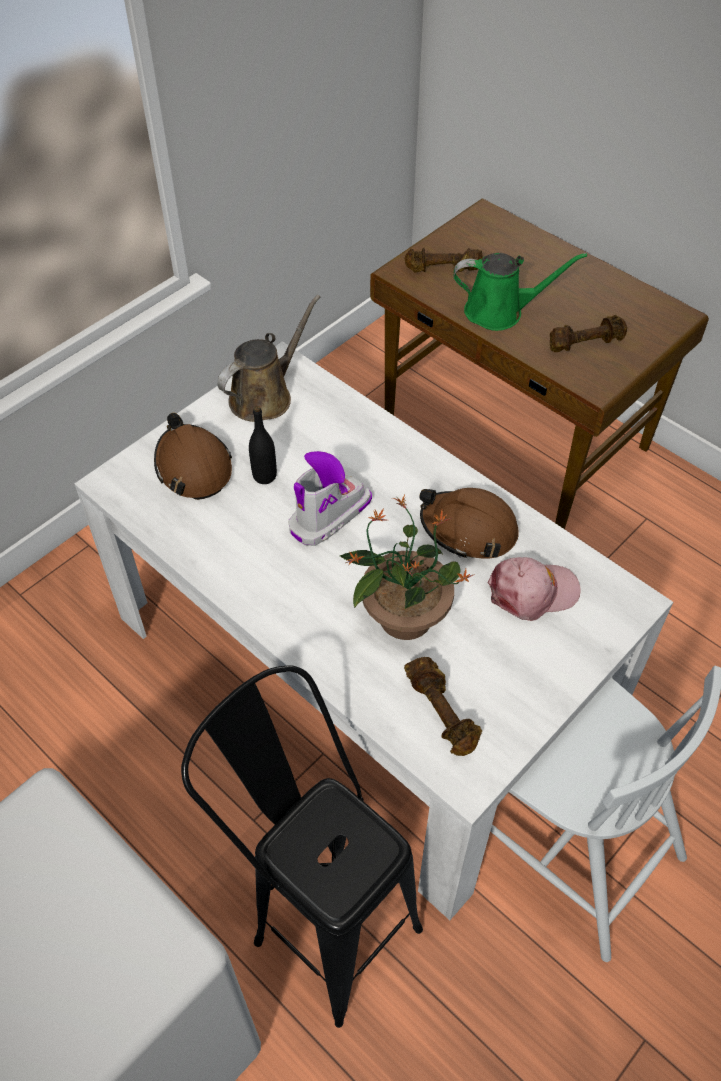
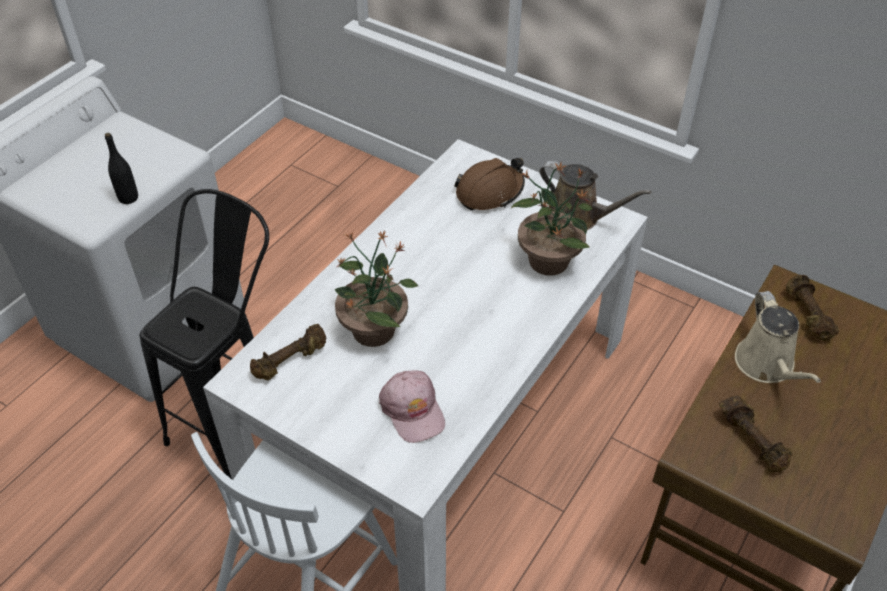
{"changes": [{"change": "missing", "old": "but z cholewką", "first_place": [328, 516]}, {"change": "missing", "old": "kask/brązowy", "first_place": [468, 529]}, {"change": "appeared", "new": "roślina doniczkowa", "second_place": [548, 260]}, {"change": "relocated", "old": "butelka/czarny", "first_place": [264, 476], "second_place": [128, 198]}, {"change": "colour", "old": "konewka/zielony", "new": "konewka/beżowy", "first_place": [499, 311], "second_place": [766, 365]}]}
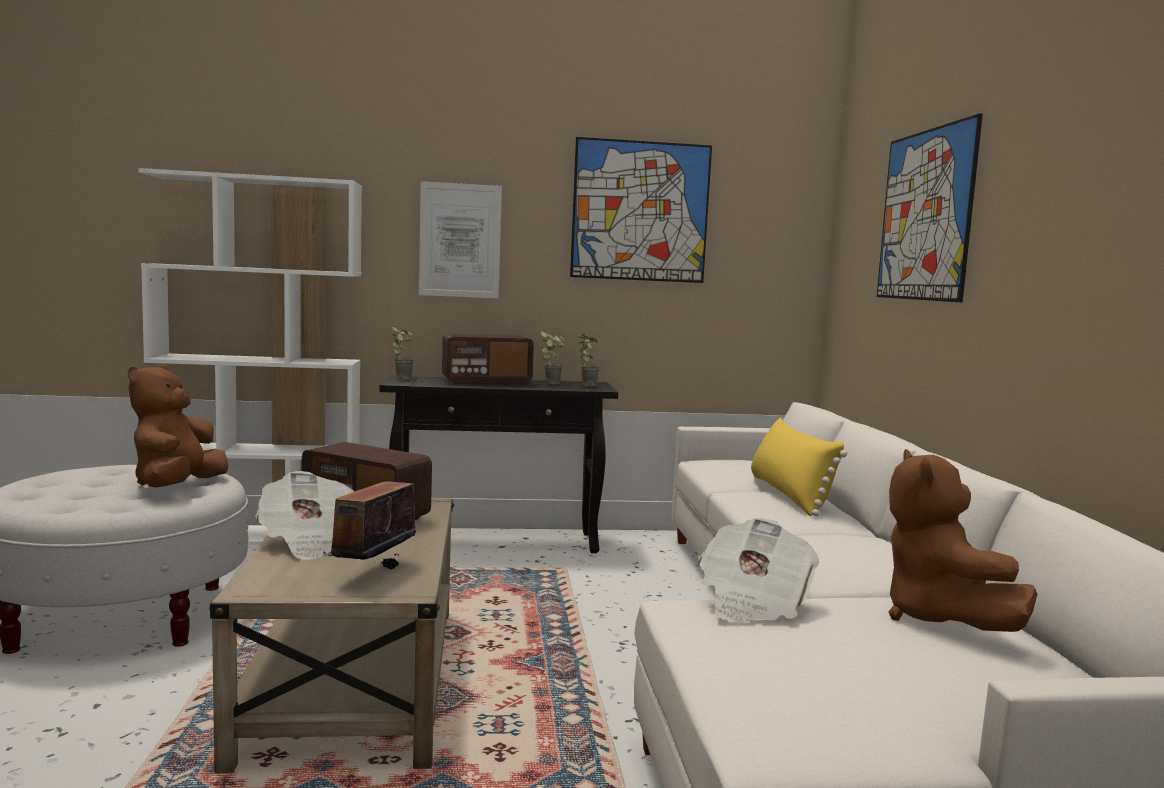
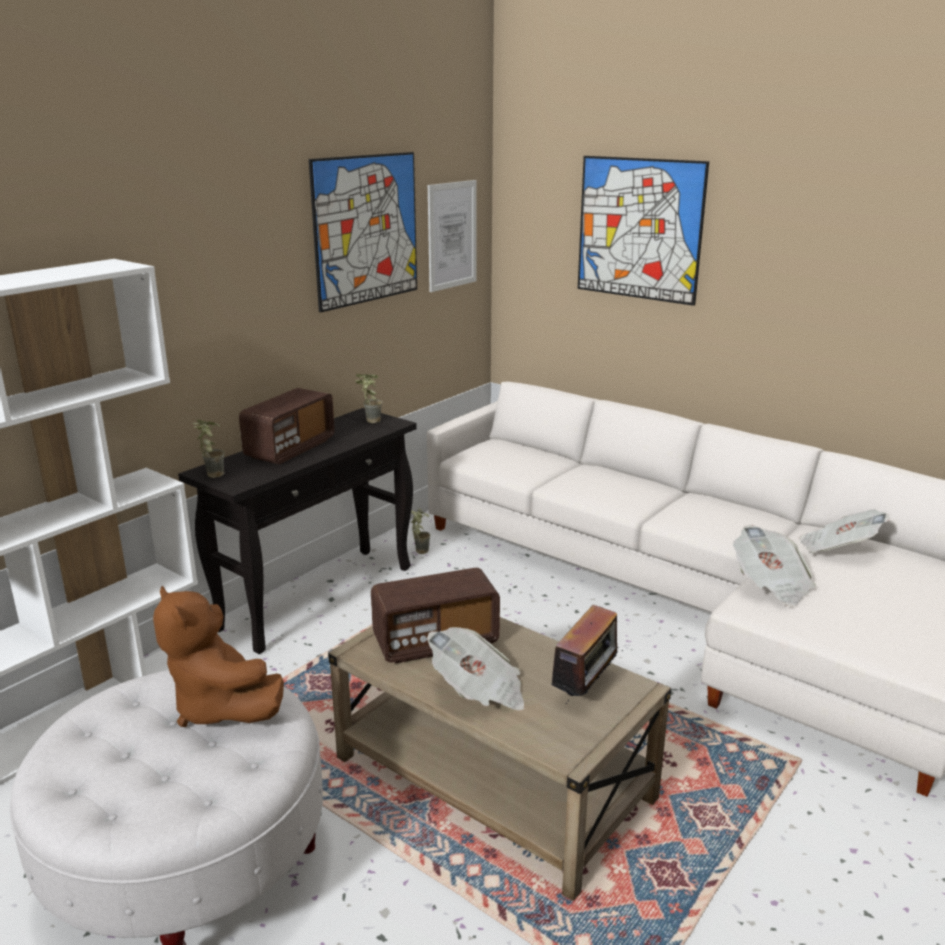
{"changes": [{"change": "missing", "old": "poduszka/żółty", "first_place": [789, 495]}, {"change": "relocated", "old": "obraz", "first_place": [460, 240], "second_place": [452, 235]}, {"change": "relocated", "old": "roślina doniczkowa", "first_place": [553, 383], "second_place": [419, 550]}, {"change": "exchanged", "old": "pluszak/brązowy", "new": "gazeta", "first_place": [939, 619], "second_place": [837, 549]}, {"change": "spun", "old": "radio", "first_place": [372, 573], "second_place": [585, 690], "degrees": -120}]}
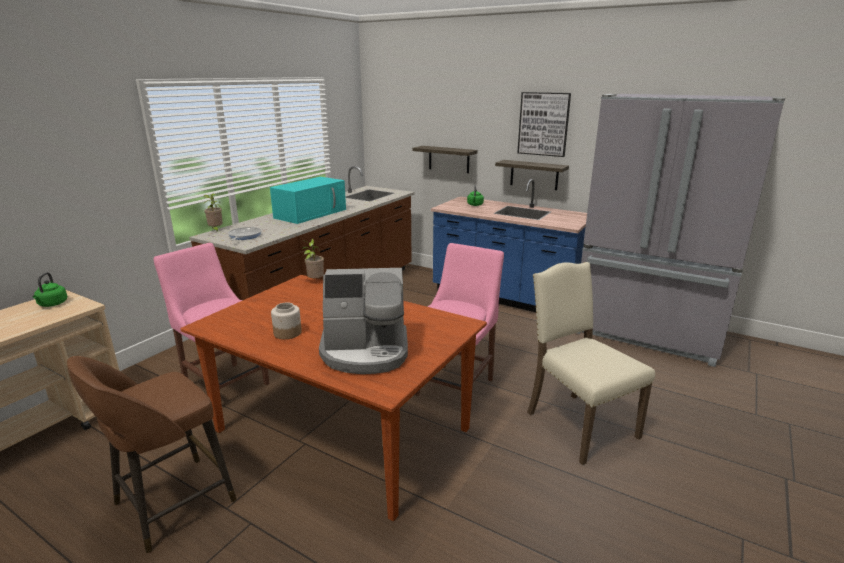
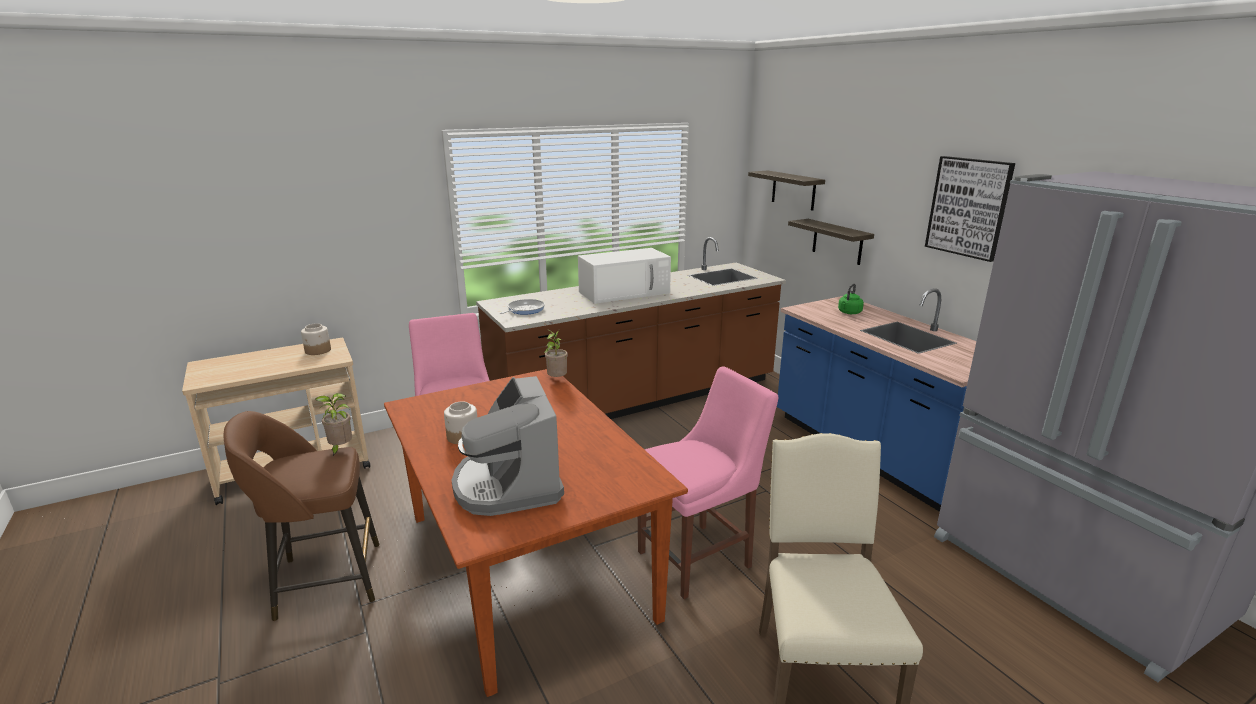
{"changes": [{"change": "relocated", "old": "roślina doniczkowa", "first_place": [216, 230], "second_place": [340, 449]}, {"change": "relocated", "old": "półka", "first_place": [534, 175], "second_place": [793, 190]}, {"change": "exchanged", "old": "czajnik/zielony", "new": "słoik", "first_place": [52, 304], "second_place": [318, 350]}, {"change": "colour", "old": "mikrofalówka/turkusowy", "new": "mikrofalówka/biały", "first_place": [311, 213], "second_place": [625, 292]}, {"change": "spun", "old": "ekspres do kawy", "first_place": [365, 352], "second_place": [508, 484], "degrees": 45}]}
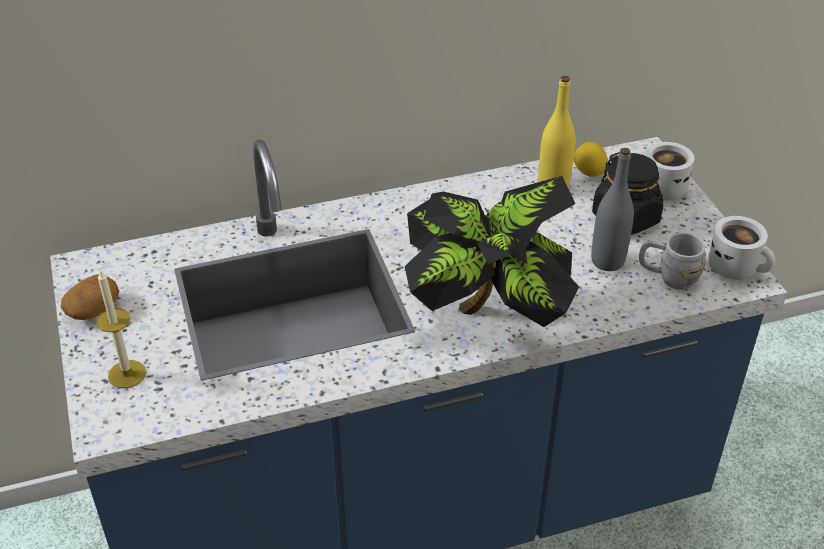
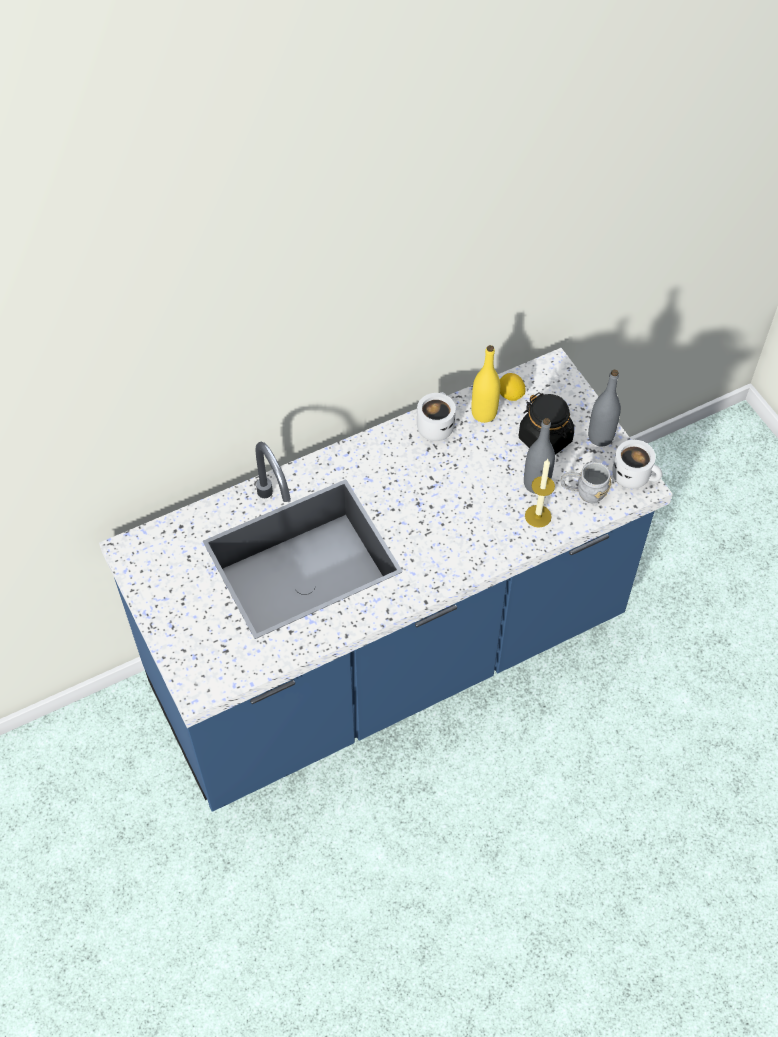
{"changes": [{"change": "missing", "old": "ziemniak", "first_place": [93, 310]}, {"change": "missing", "old": "roślina doniczkowa", "first_place": [489, 314]}, {"change": "appeared", "new": "butelka/szary", "second_place": [600, 437]}, {"change": "relocated", "old": "świeca", "first_place": [127, 374], "second_place": [538, 516]}, {"change": "relocated", "old": "kubek/biały", "first_place": [662, 186], "second_place": [434, 425]}]}
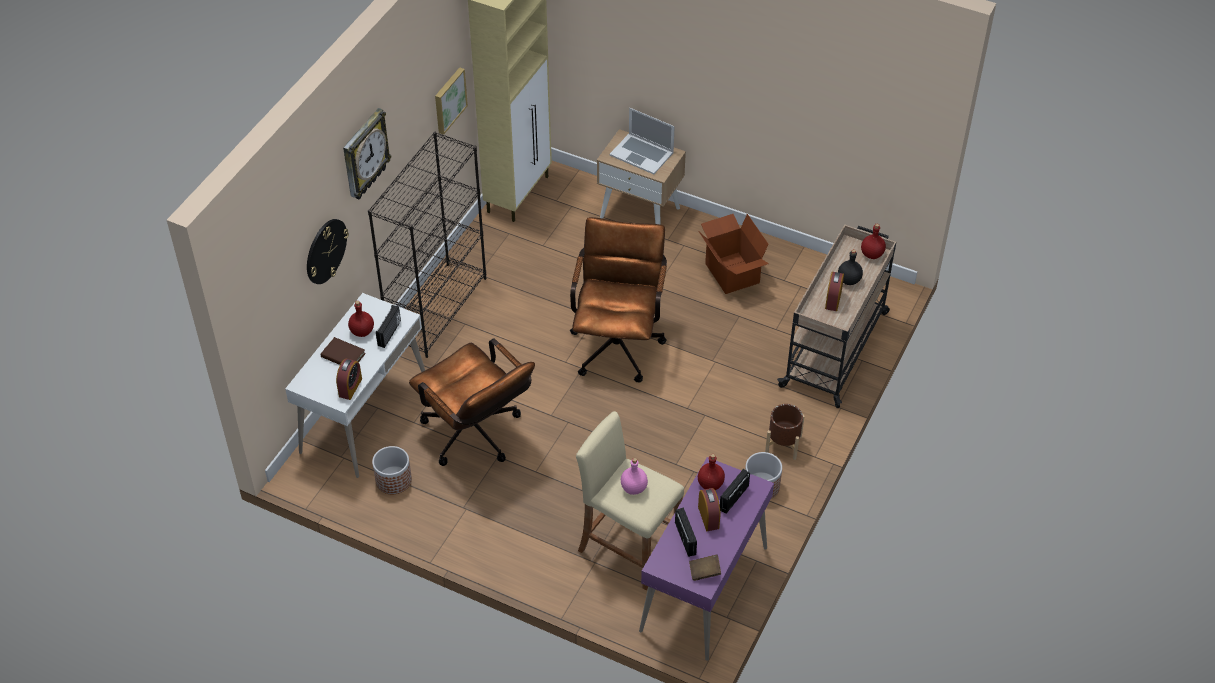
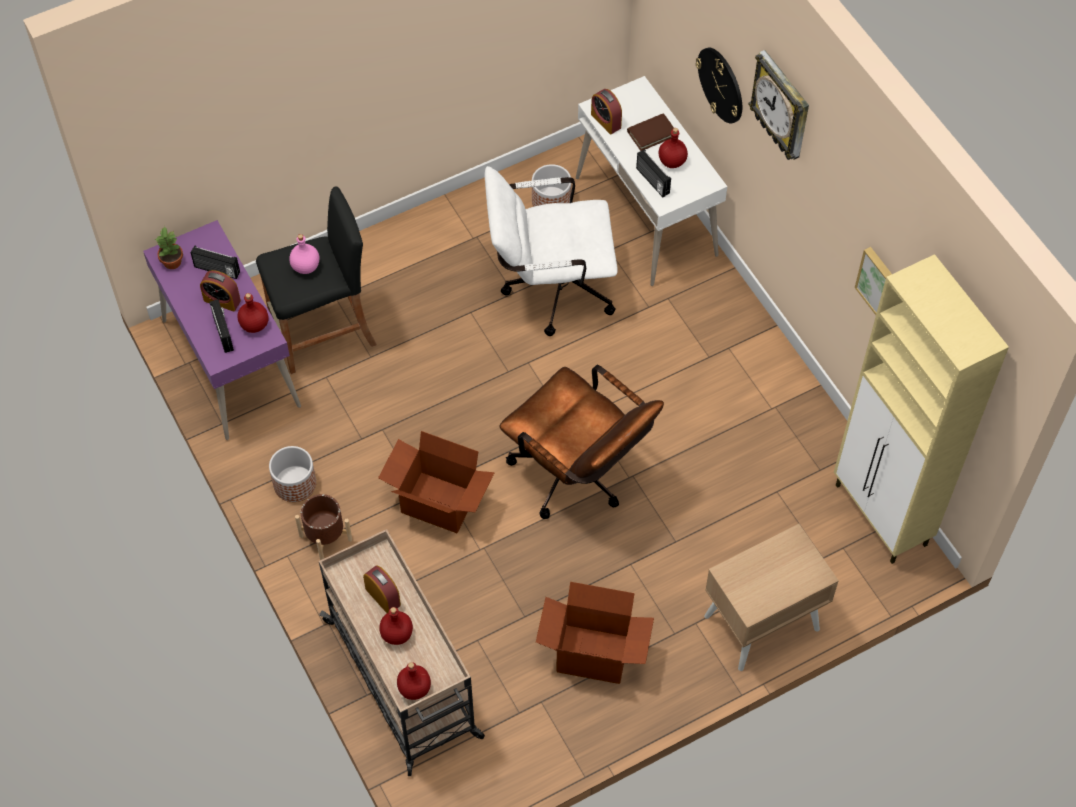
{"changes": [{"change": "missing", "old": "regał/czarny", "first_place": [437, 309]}, {"change": "missing", "old": "laptop", "first_place": [642, 153]}, {"change": "appeared", "new": "karton", "second_place": [438, 503]}, {"change": "exchanged", "old": "książka/brązowy", "new": "roślina doniczkowa", "first_place": [704, 572], "second_place": [172, 262]}, {"change": "colour", "old": "krzesło biurowe/brązowy", "new": "krzesło biurowe/biały", "first_place": [476, 437], "second_place": [550, 288]}, {"change": "colour", "old": "stołek/beżowy", "new": "stołek/czarny", "first_place": [629, 548], "second_place": [323, 333]}, {"change": "colour", "old": "butelka/czarny", "new": "butelka/czerwony", "first_place": [849, 280], "second_place": [396, 634]}]}
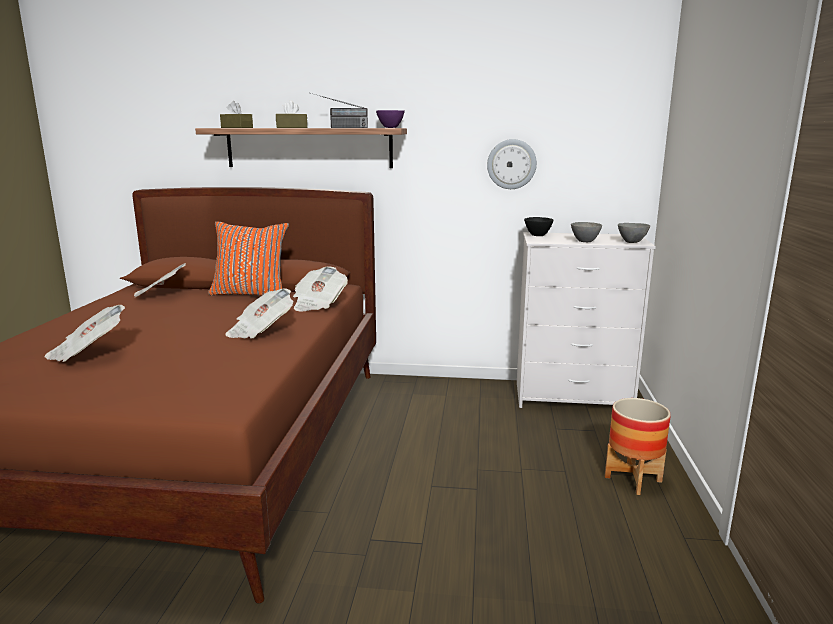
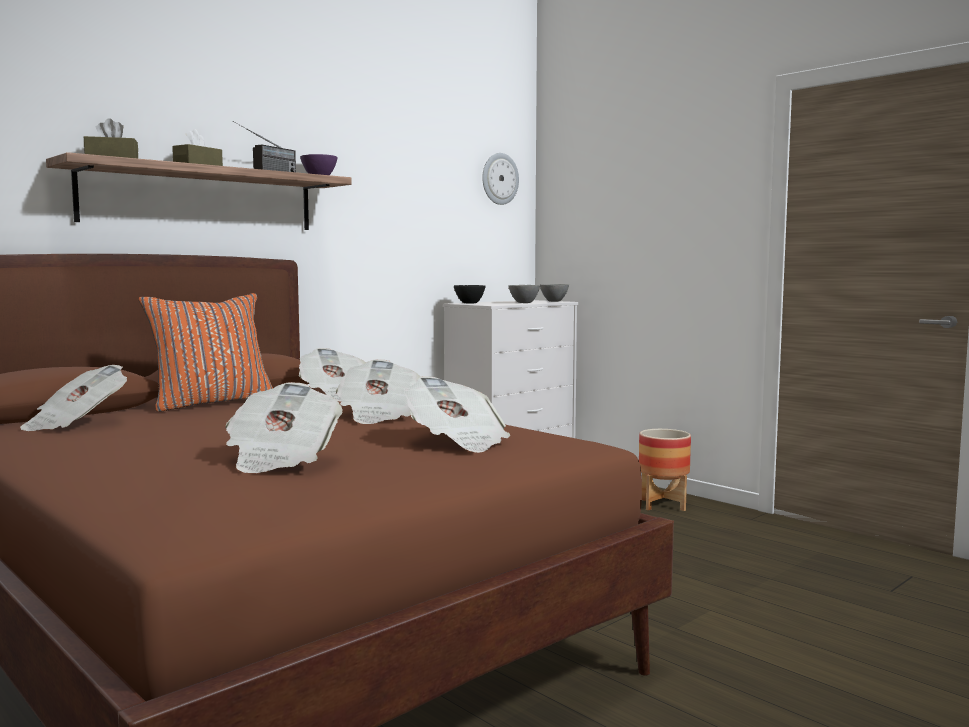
{"changes": [{"change": "appeared", "new": "gazeta", "second_place": [457, 442]}, {"change": "relocated", "old": "zegar ścienny", "first_place": [511, 164], "second_place": [499, 179]}]}
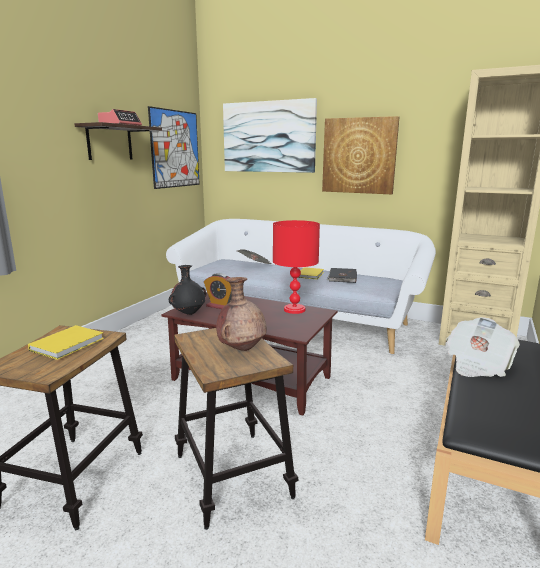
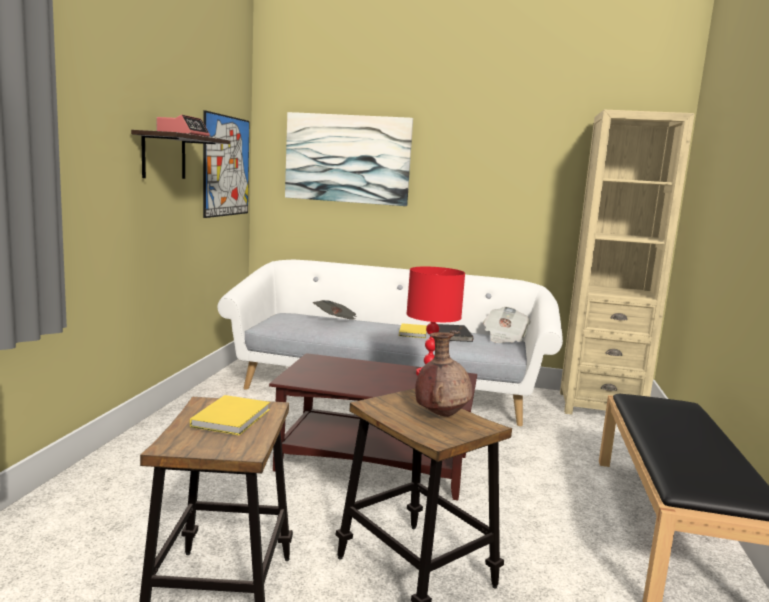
{"changes": [{"change": "missing", "old": "wazon/czarny", "first_place": [189, 313]}, {"change": "missing", "old": "budzik", "first_place": [220, 306]}, {"change": "missing", "old": "obraz", "first_place": [359, 156]}, {"change": "relocated", "old": "gazeta", "first_place": [477, 364], "second_place": [504, 338]}]}
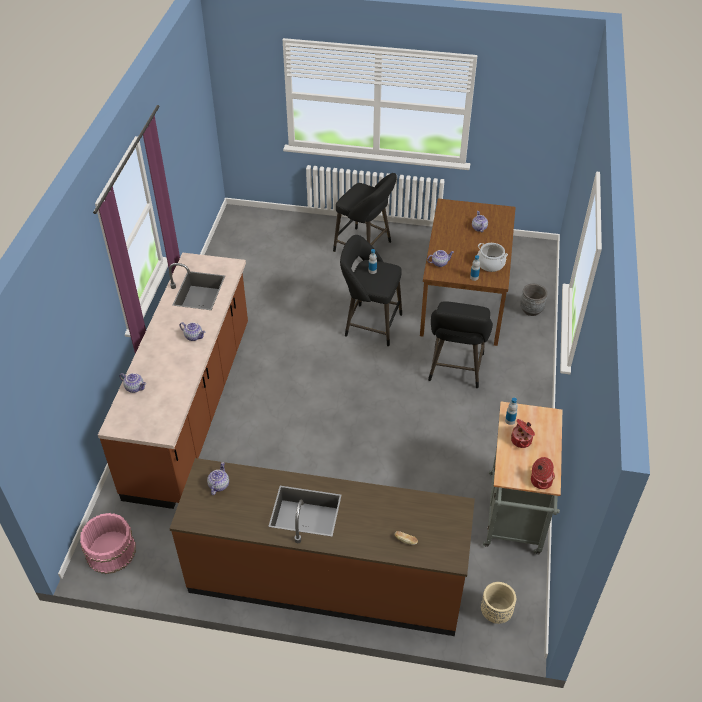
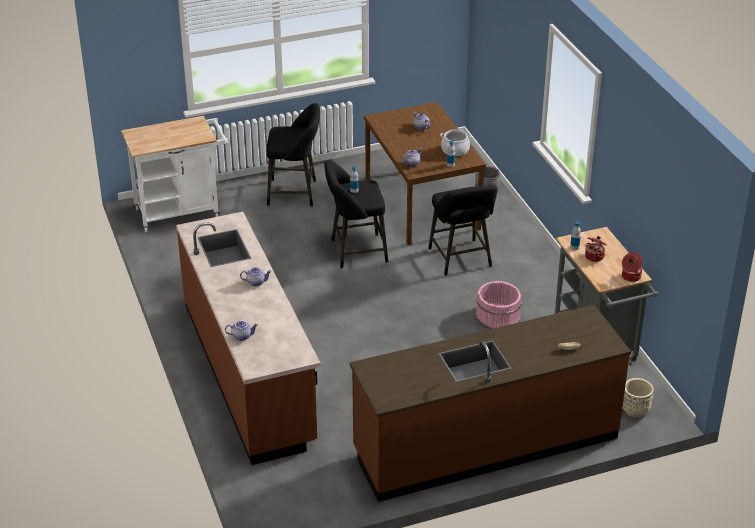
{"changes": [{"change": "missing", "old": "imbryk", "first_place": [218, 485]}, {"change": "appeared", "new": "wózek/biały", "second_place": [182, 211]}, {"change": "relocated", "old": "wiadro/różowy", "first_place": [110, 551], "second_place": [497, 316]}]}
